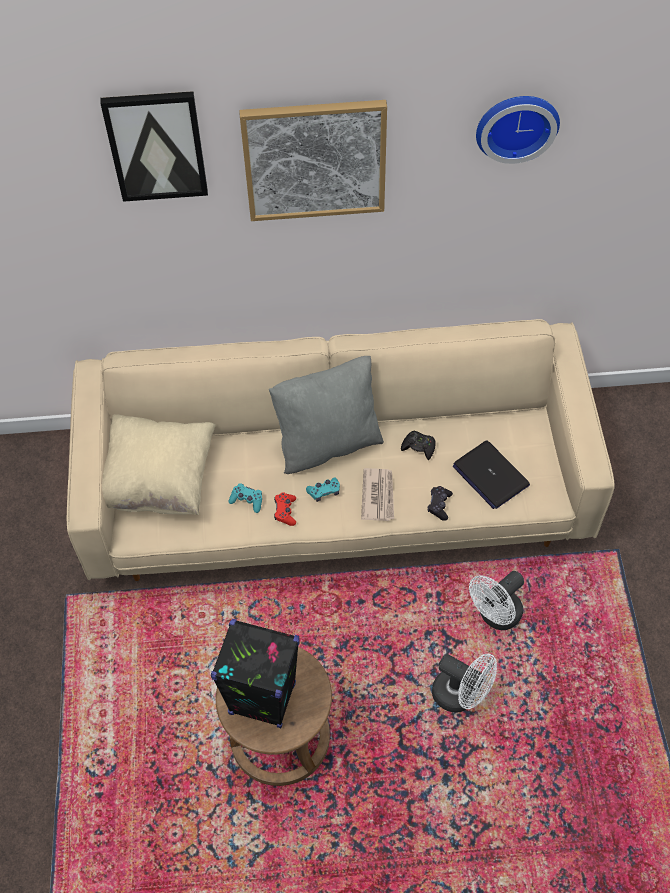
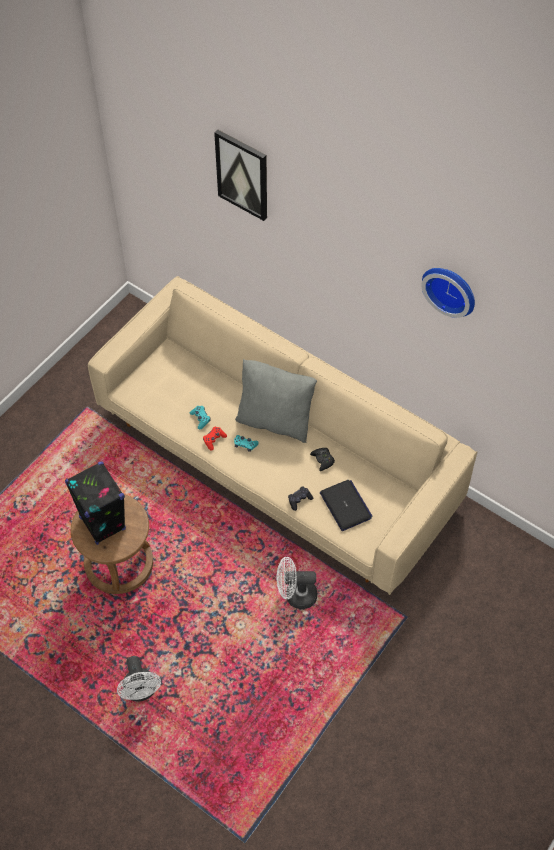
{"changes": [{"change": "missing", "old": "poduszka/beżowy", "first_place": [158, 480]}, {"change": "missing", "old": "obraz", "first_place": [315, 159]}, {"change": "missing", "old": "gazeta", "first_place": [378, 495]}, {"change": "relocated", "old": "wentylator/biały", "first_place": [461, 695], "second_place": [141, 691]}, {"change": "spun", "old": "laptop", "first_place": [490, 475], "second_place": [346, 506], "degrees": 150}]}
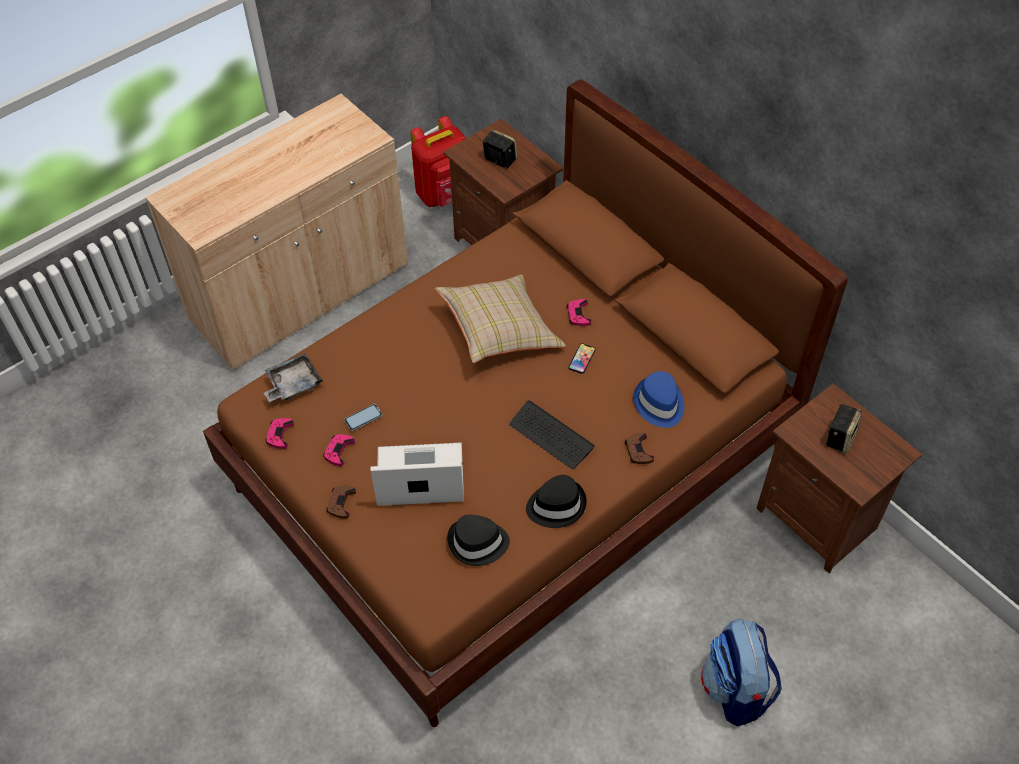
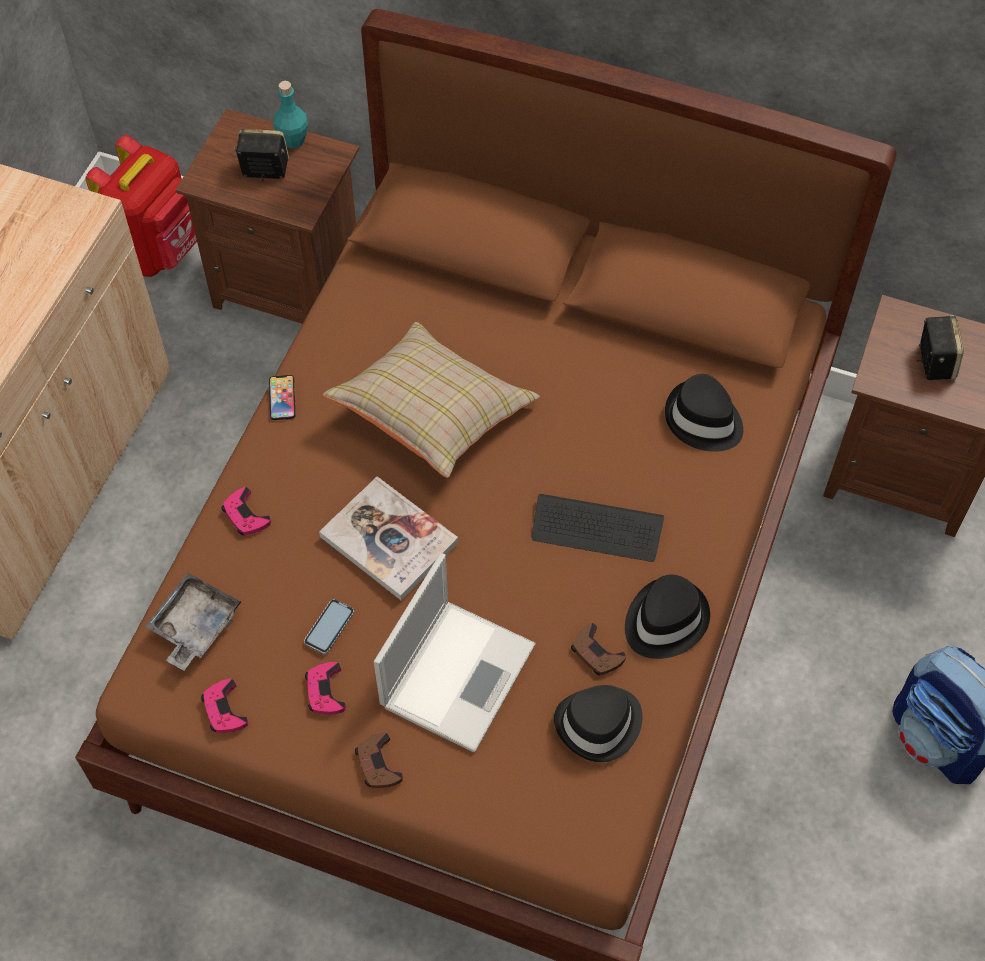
{"changes": [{"change": "appeared", "new": "butelka/turkusowy", "second_place": [293, 140]}, {"change": "appeared", "new": "książka", "second_place": [389, 540]}, {"change": "relocated", "old": "pad do gier/różowy", "first_place": [578, 315], "second_place": [245, 515]}, {"change": "relocated", "old": "telefon", "first_place": [582, 359], "second_place": [282, 398]}, {"change": "relocated", "old": "pad do gier/brązowy", "first_place": [638, 451], "second_place": [596, 653]}, {"change": "colour", "old": "kapelusz/niebieski", "new": "kapelusz/czarny", "first_place": [659, 404], "second_place": [703, 420]}, {"change": "spun", "old": "laptop", "first_place": [418, 476], "second_place": [459, 672], "degrees": 150}]}
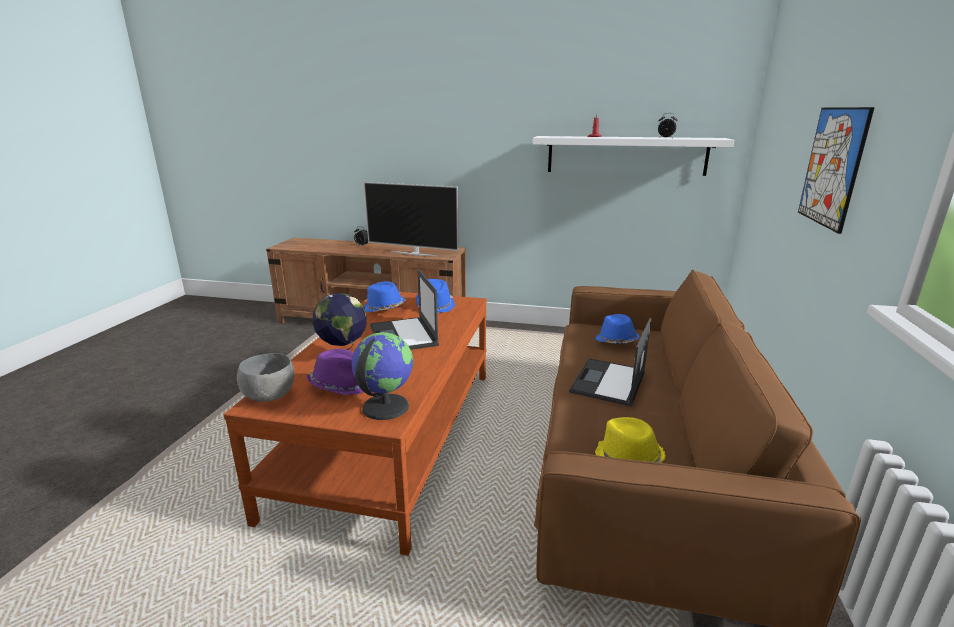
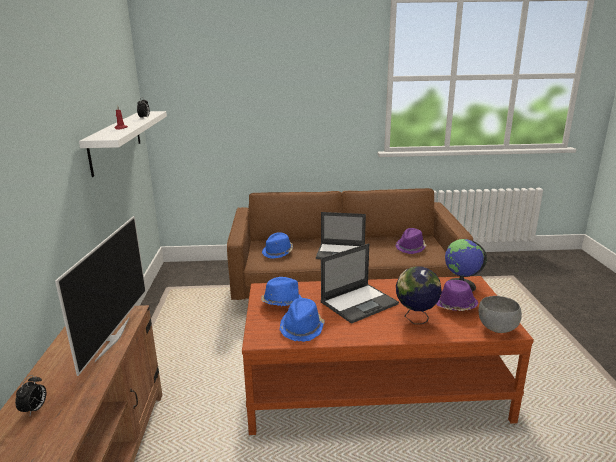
{"changes": [{"change": "missing", "old": "obraz", "first_place": [832, 167]}, {"change": "colour", "old": "kapelusz/żółty", "new": "kapelusz/fioletowy", "first_place": [627, 458], "second_place": [411, 247]}]}
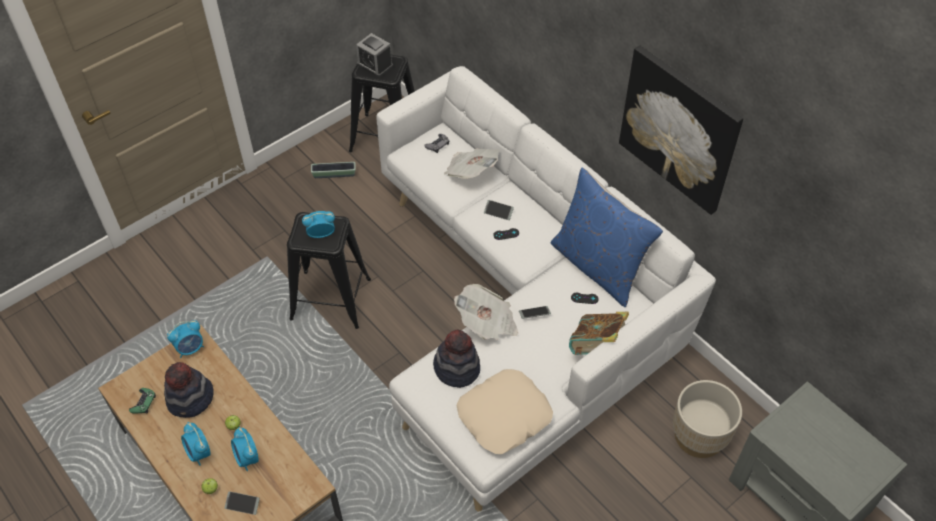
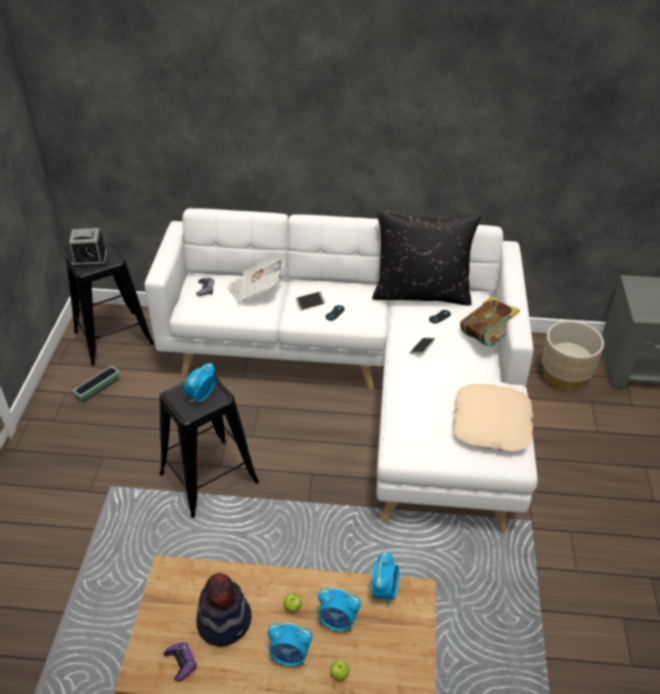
{"changes": [{"change": "missing", "old": "telefon", "first_place": [242, 504]}, {"change": "missing", "old": "kapelusz", "first_place": [457, 368]}, {"change": "missing", "old": "gazeta", "first_place": [487, 323]}, {"change": "missing", "old": "obraz", "first_place": [679, 129]}, {"change": "relocated", "old": "budzik", "first_place": [190, 348], "second_place": [384, 591]}, {"change": "colour", "old": "pad do gier/zielony", "new": "pad do gier/fioletowy", "first_place": [143, 403], "second_place": [181, 662]}, {"change": "colour", "old": "poduszka/niebieski", "new": "poduszka/czarny", "first_place": [598, 266], "second_place": [421, 293]}]}
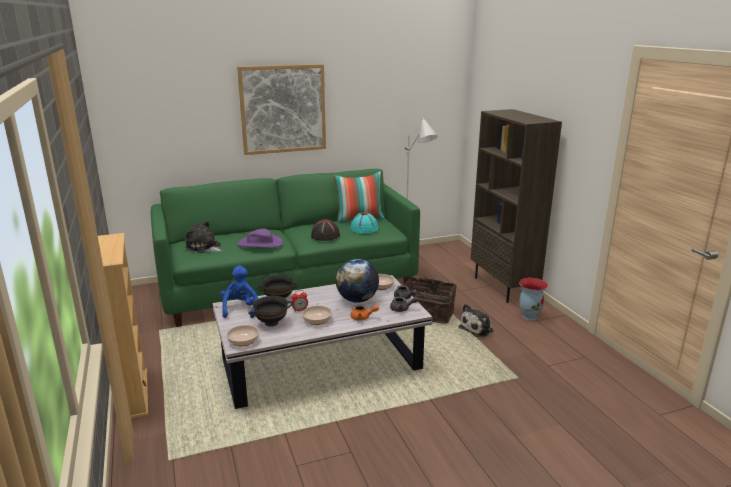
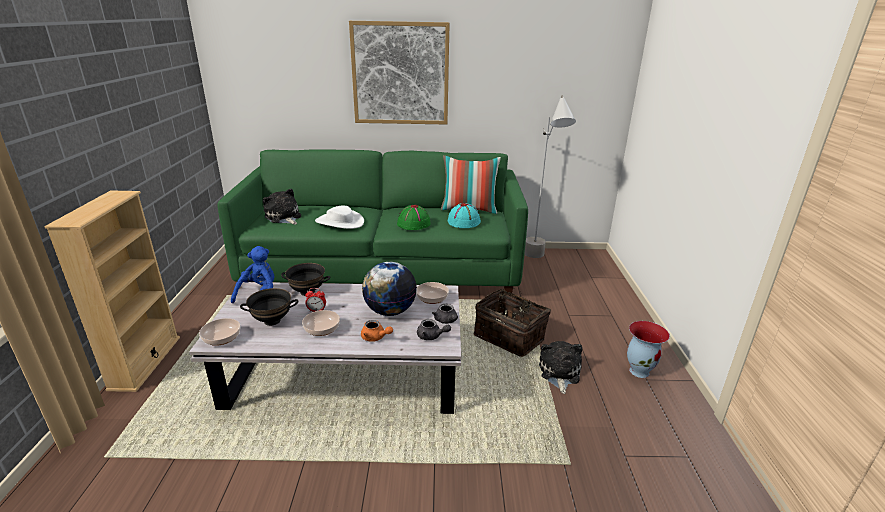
{"changes": [{"change": "missing", "old": "regał/brązowy", "first_place": [503, 287]}, {"change": "colour", "old": "kapelusz/fioletowy", "new": "kapelusz/biały", "first_place": [260, 243], "second_place": [340, 222]}, {"change": "colour", "old": "kapelusz/czarny", "new": "kapelusz/zielony", "first_place": [325, 236], "second_place": [413, 224]}, {"change": "spun", "old": "pluszak", "first_place": [477, 329], "second_place": [559, 373], "degrees": 120}]}
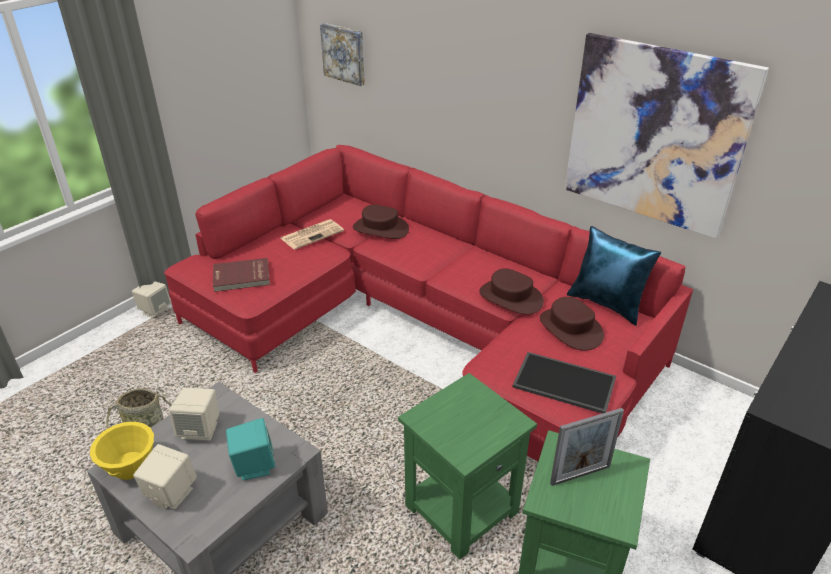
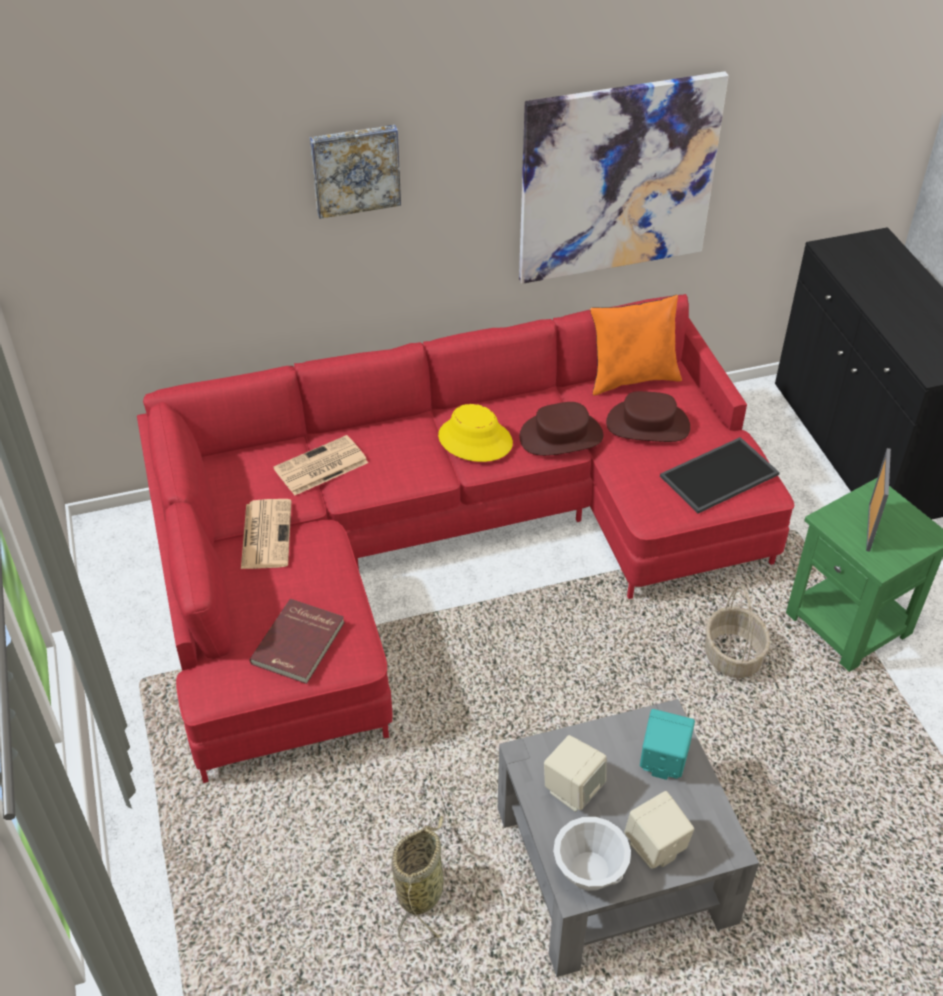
{"changes": [{"change": "missing", "old": "głośnik/beżowy", "first_place": [155, 311]}, {"change": "appeared", "new": "kapelusz/żółty", "second_place": [475, 440]}, {"change": "relocated", "old": "obraz", "first_place": [344, 53], "second_place": [355, 169]}, {"change": "exchanged", "old": "kapelusz/brązowy", "new": "gazeta", "first_place": [380, 229], "second_place": [320, 467]}, {"change": "exchanged", "old": "stolik/zielony", "new": "koszyk", "first_place": [462, 508], "second_place": [732, 655]}, {"change": "colour", "old": "miska/żółty", "new": "miska/biały", "first_place": [130, 468], "second_place": [589, 874]}, {"change": "colour", "old": "poduszka/niebieski", "new": "poduszka/pomarańczowy", "first_place": [607, 304], "second_place": [632, 378]}]}
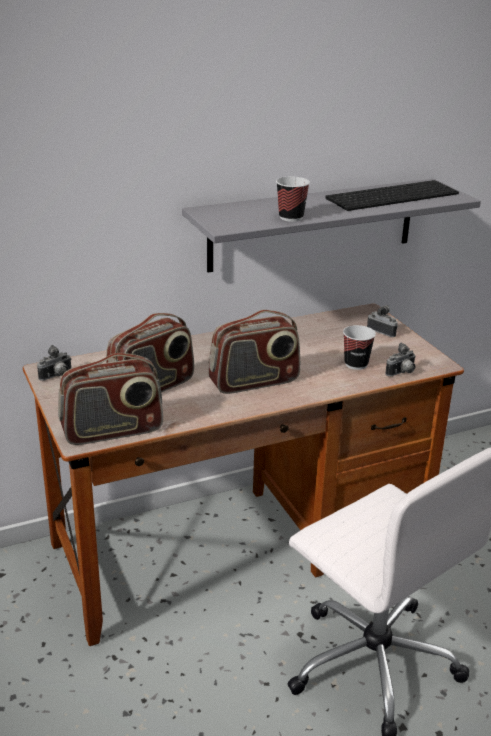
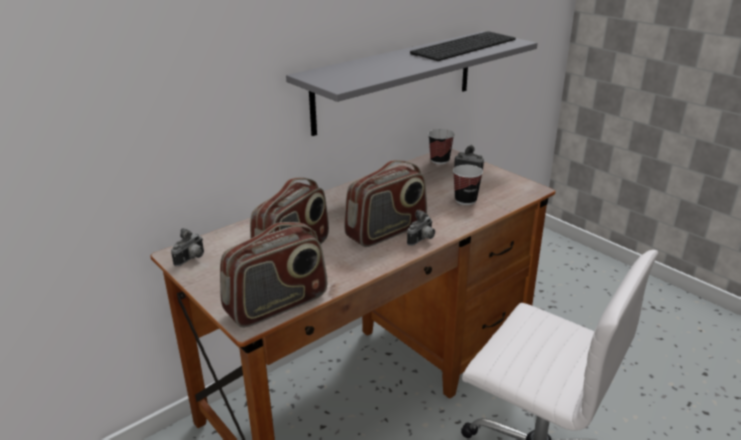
{"changes": [{"change": "relocated", "old": "filiżanka", "first_place": [291, 217], "second_place": [439, 160]}, {"change": "relocated", "old": "aparat fotograficzny", "first_place": [402, 373], "second_place": [422, 240]}]}
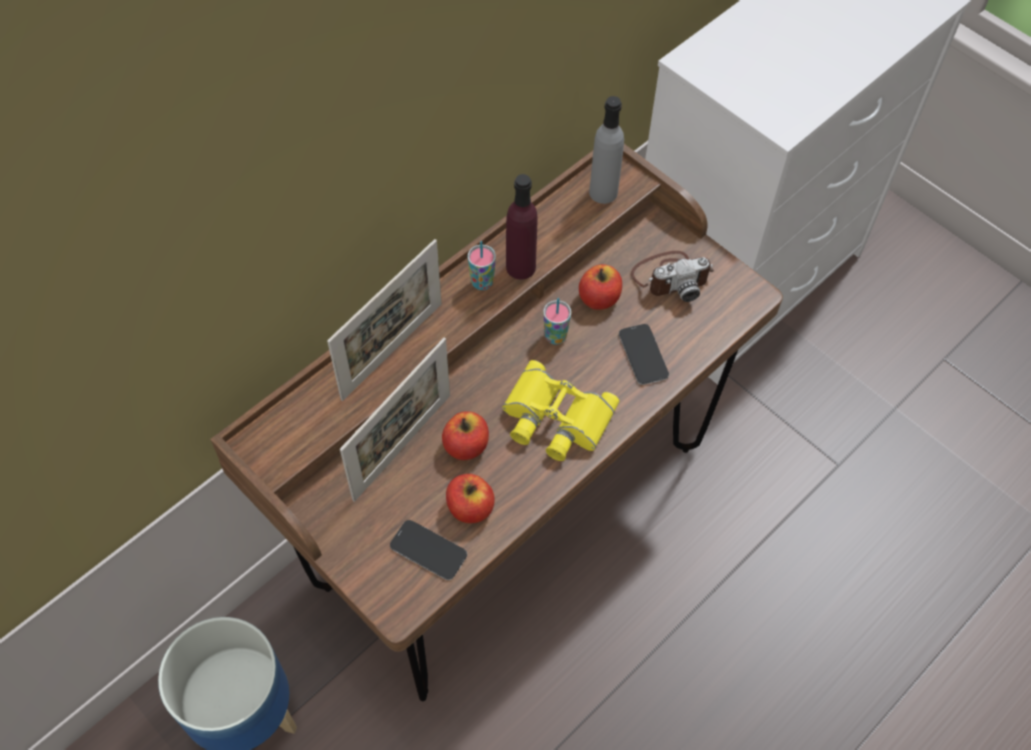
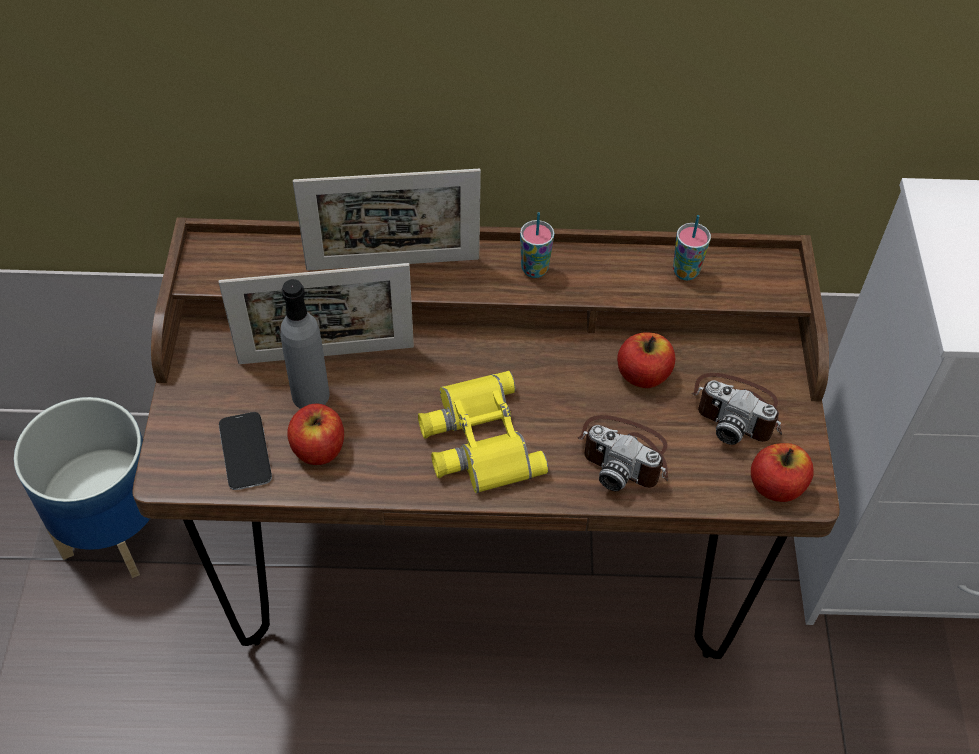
{"changes": [{"change": "missing", "old": "butelka/fioletowy", "first_place": [520, 267]}, {"change": "relocated", "old": "jabłko", "first_place": [466, 446], "second_place": [776, 486]}, {"change": "relocated", "old": "filiżanka", "first_place": [555, 336], "second_place": [685, 272]}, {"change": "relocated", "old": "butelka/szary", "first_place": [603, 192], "second_place": [310, 395]}, {"change": "exchanged", "old": "telefon", "new": "aparat fotograficzny", "first_place": [643, 355], "second_place": [625, 455]}]}
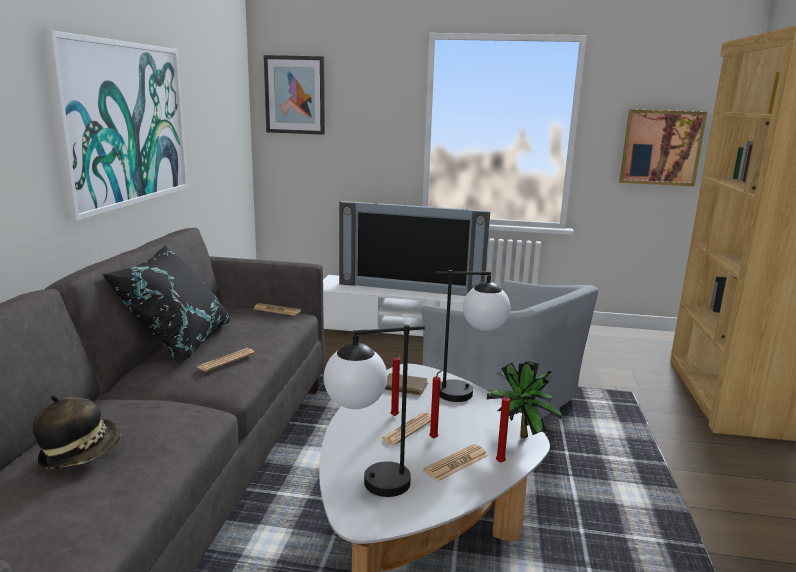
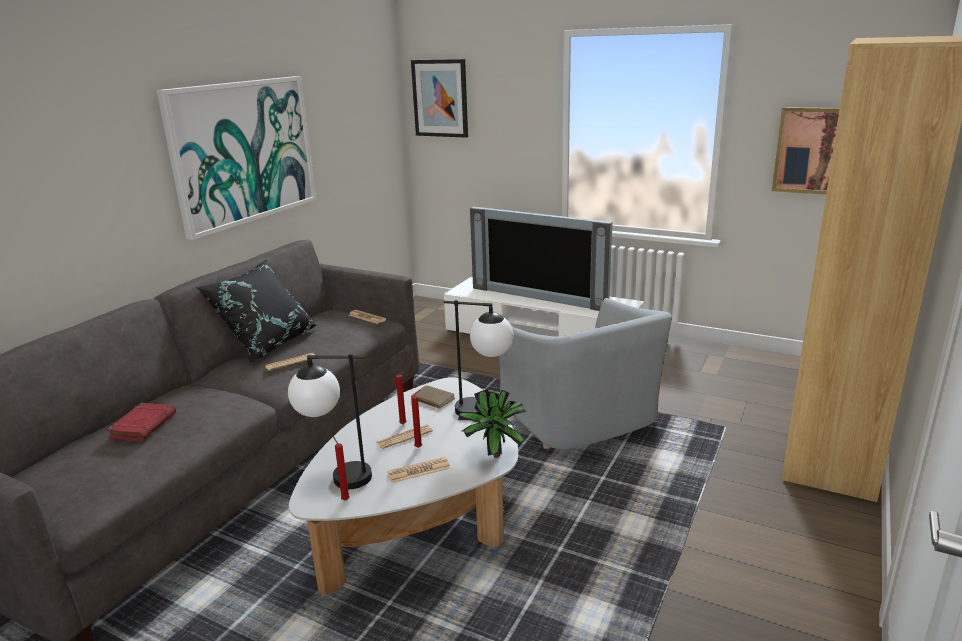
{"changes": [{"change": "relocated", "old": "świeca/czerwony", "first_place": [498, 462], "second_place": [344, 499]}, {"change": "exchanged", "old": "kapelusz", "new": "książka/czerwony", "first_place": [80, 452], "second_place": [143, 425]}]}
